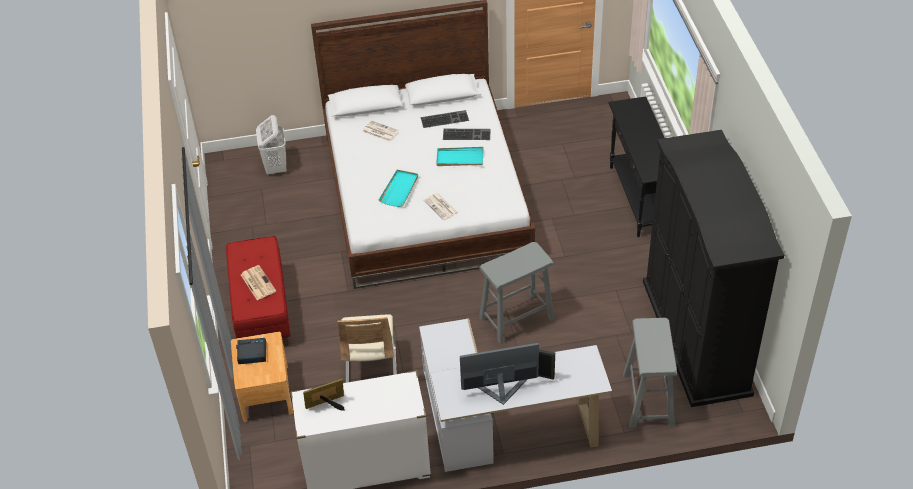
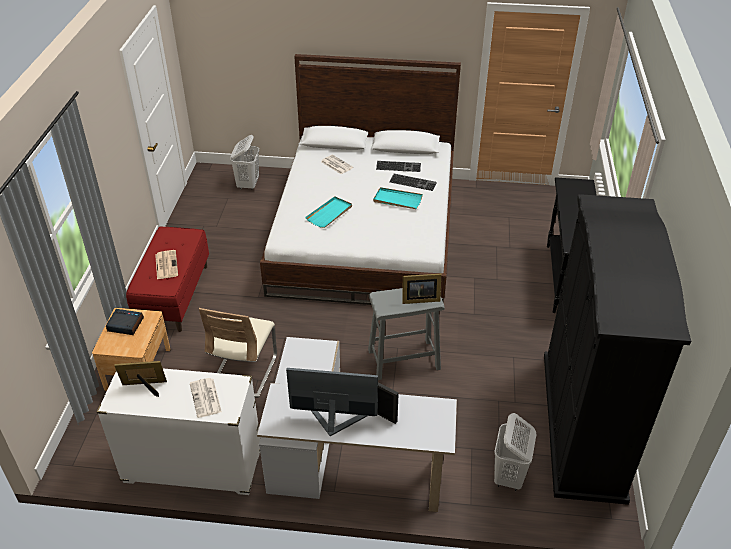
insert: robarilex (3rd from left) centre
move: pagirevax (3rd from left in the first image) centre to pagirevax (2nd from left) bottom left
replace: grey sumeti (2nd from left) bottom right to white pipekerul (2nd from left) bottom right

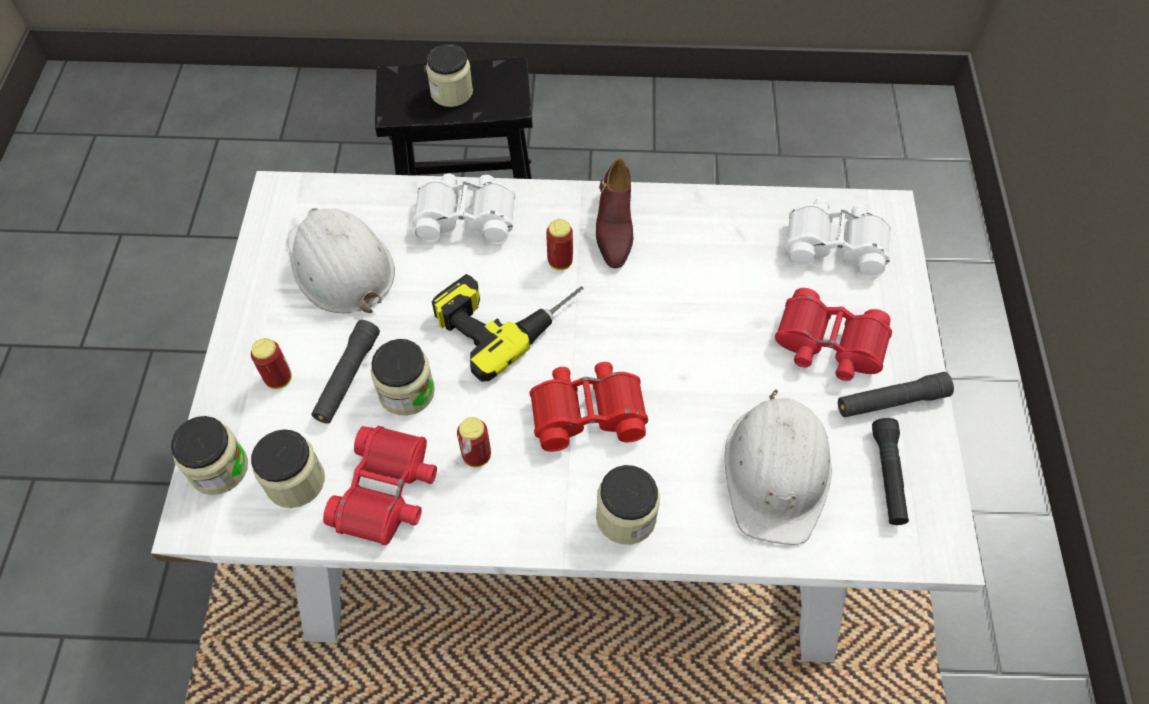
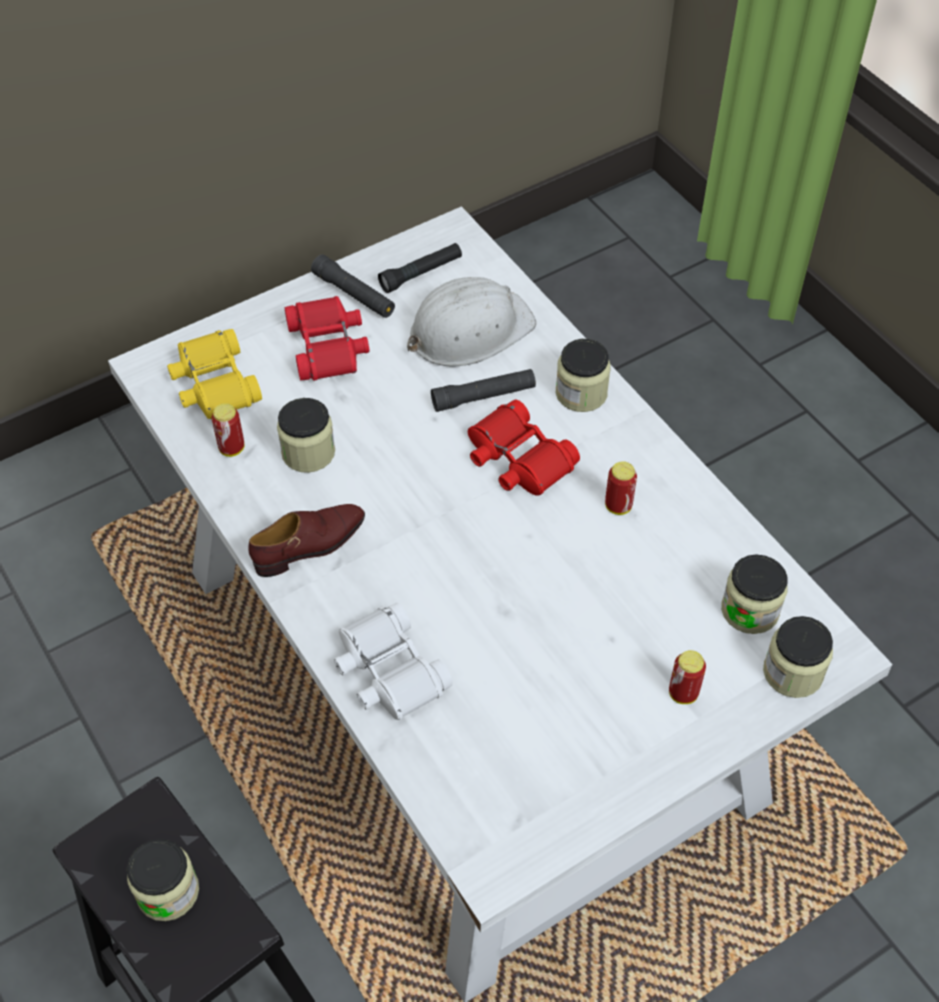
delete: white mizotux (1st from left) middle left; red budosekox (1st from left) bottom left; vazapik centre
move: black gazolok (1st from left in the first image) middle left to black gazolok (3rd from left) centre; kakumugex (3rd from left in the first image) centre to kakumugex (2nd from left) middle left; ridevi (3rd from left in the first image) centre to ridevi (1st from left) middle left
recolor: white budosekox (2nd from left) middle right to yellow budosekox middle left

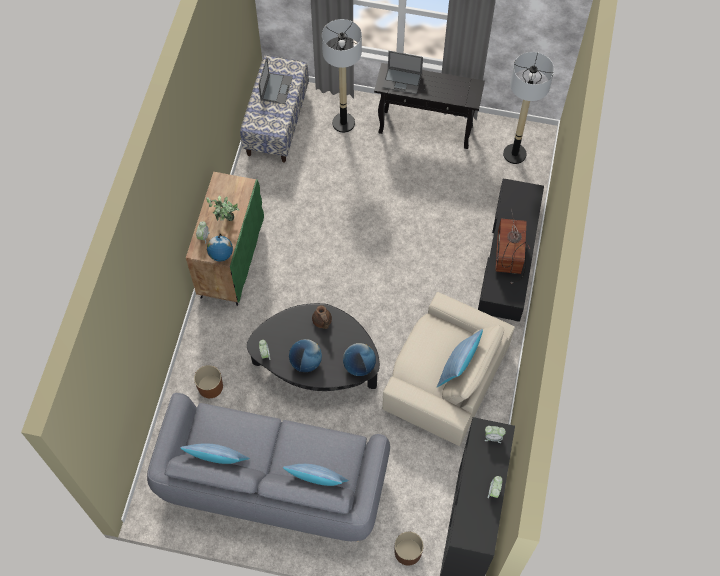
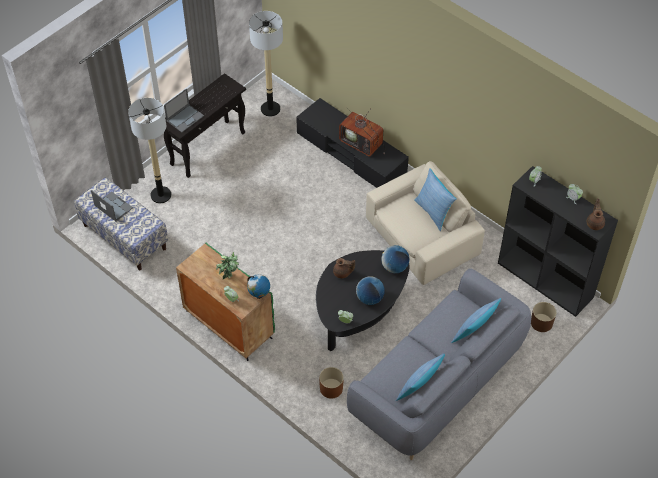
insert: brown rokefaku (2nd from left) middle right

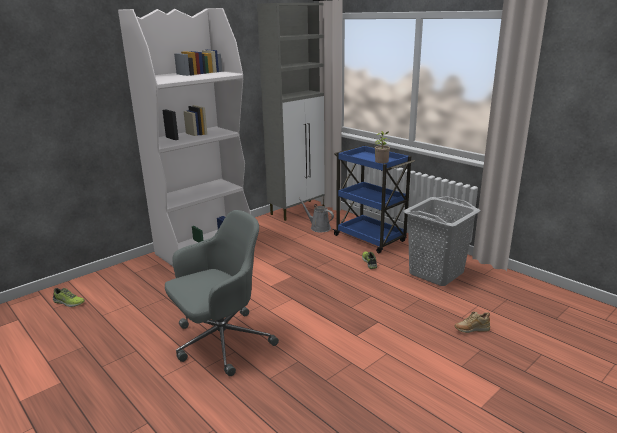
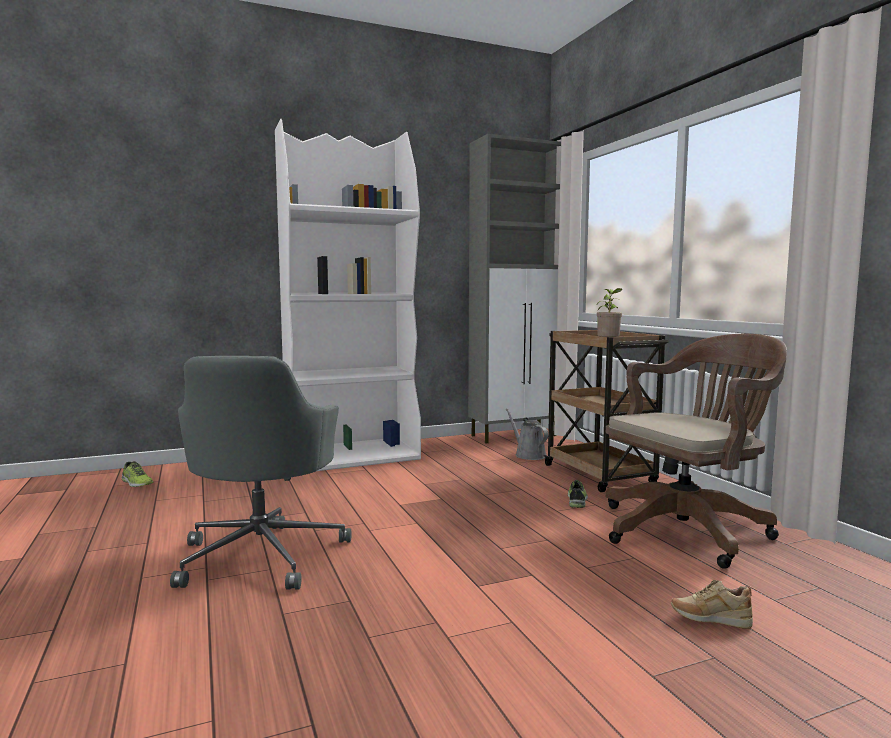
replace: grey pipekerul middle right to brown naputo middle right
recolor: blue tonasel centre to brown tonasel middle right
rotate: grey naputo bottom centre = middle left 105 degrees clockwise

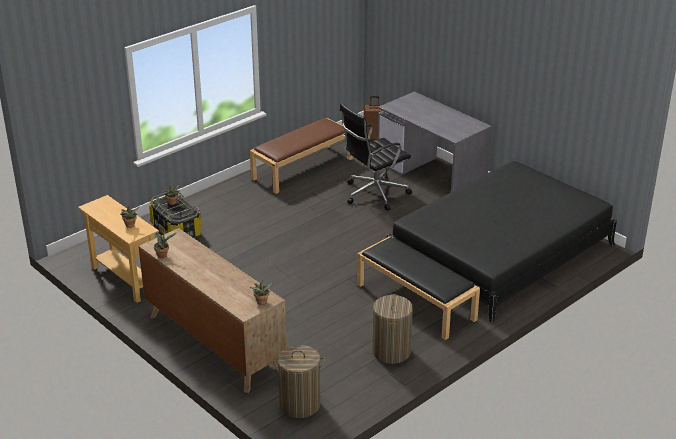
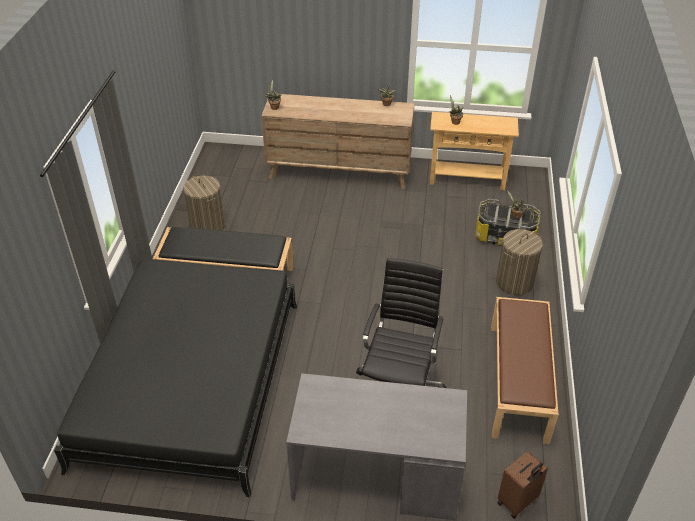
move: pipekerul (1st from left in the first image) bottom centre to pipekerul (2nd from left) middle right

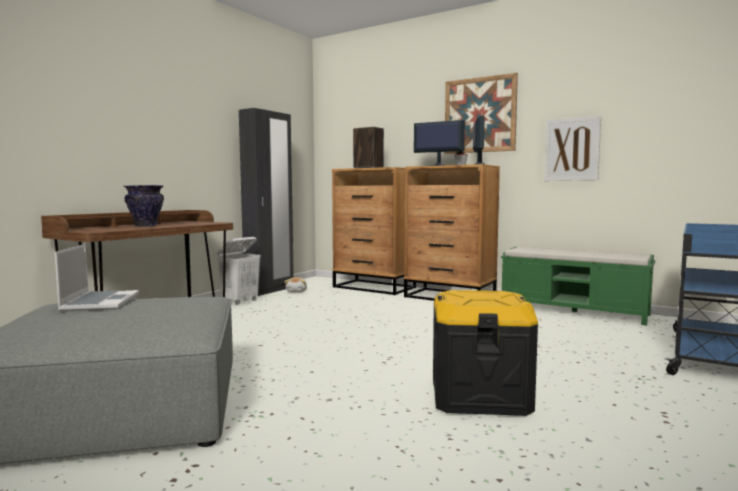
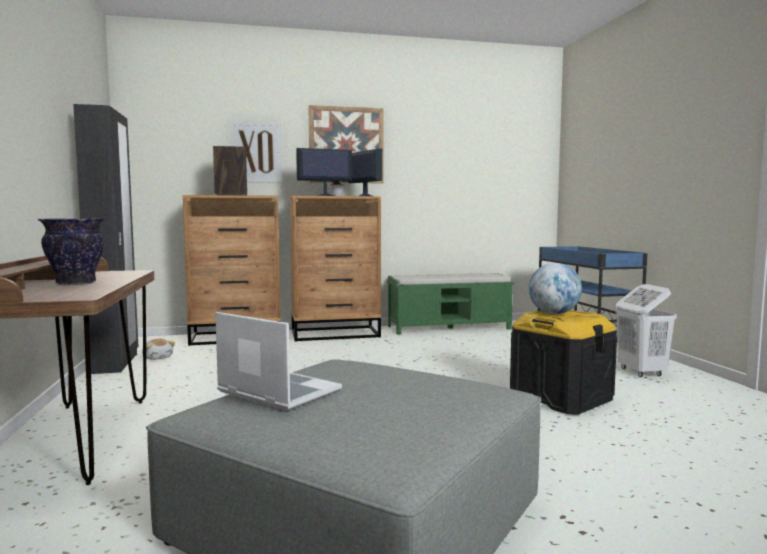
insert: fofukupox middle right
move: white pipekerul middle left to middle right; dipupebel (2nd from left in the first image) top right to dipupebel (1st from left) top centre

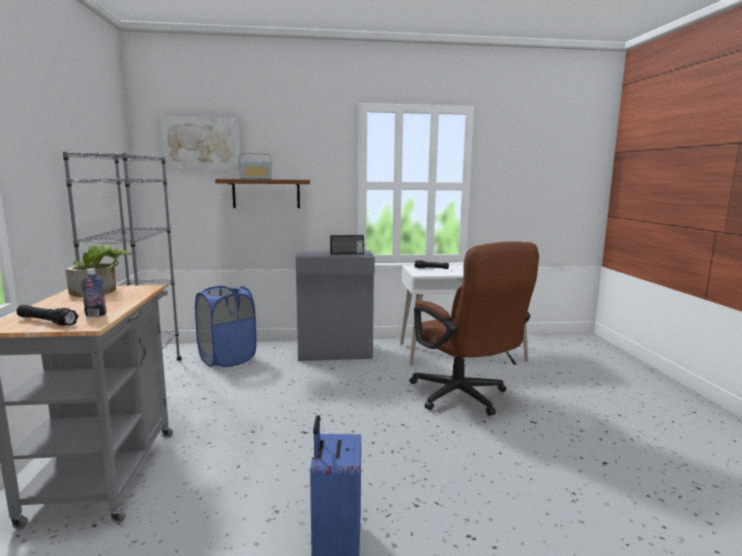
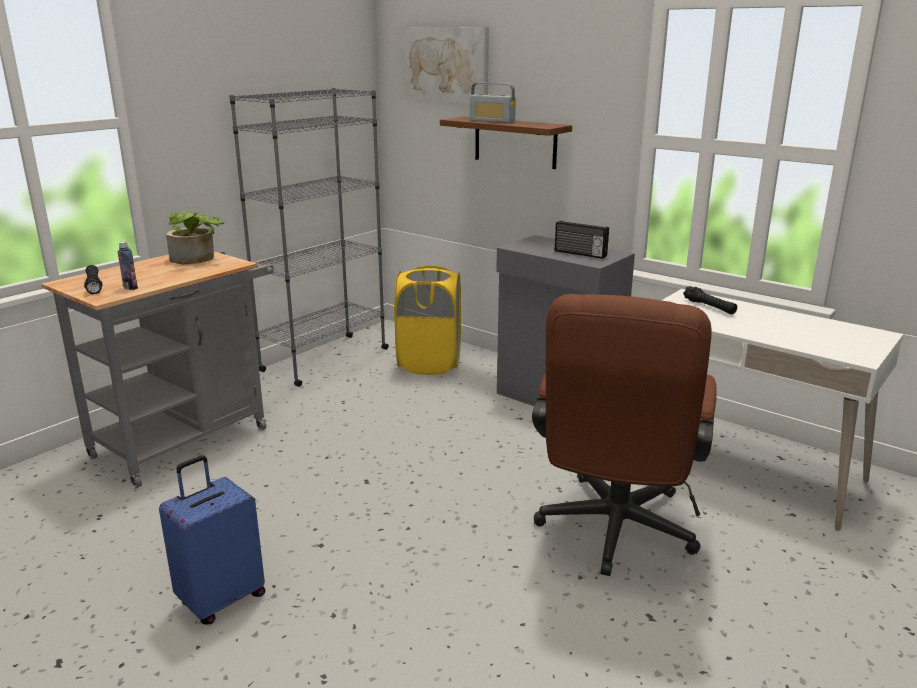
recolor: blue pipekerul middle left to yellow pipekerul centre

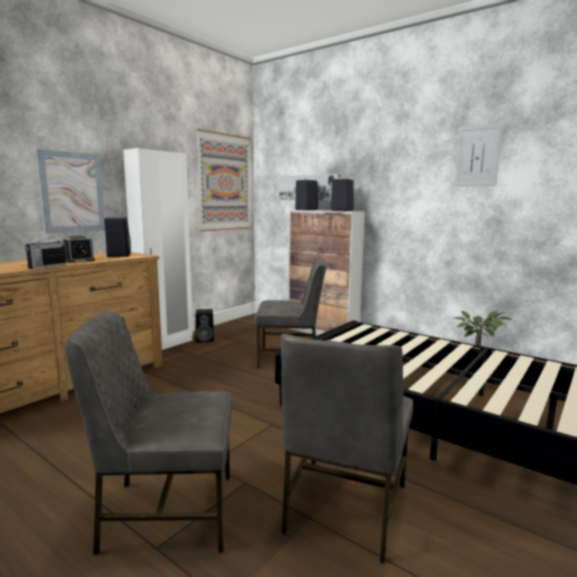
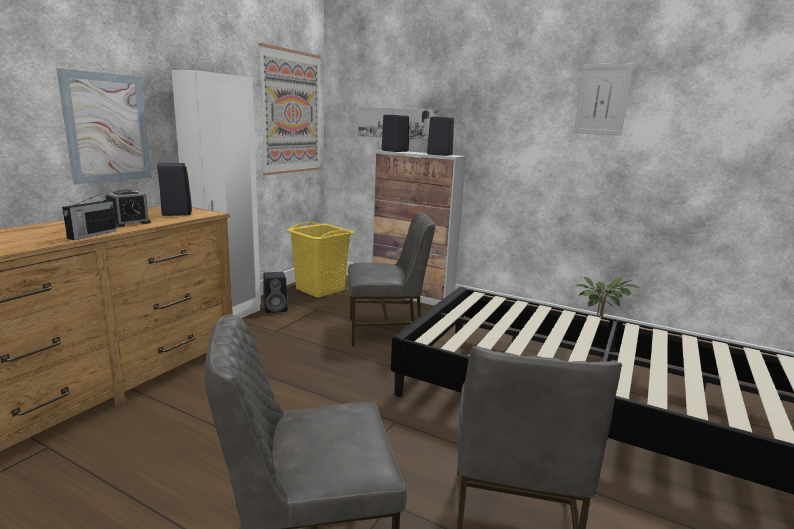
insert: yellow pipekerul centre

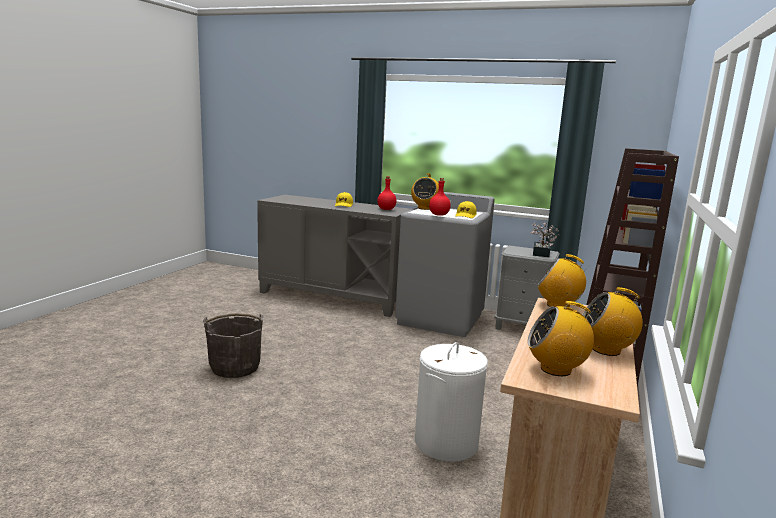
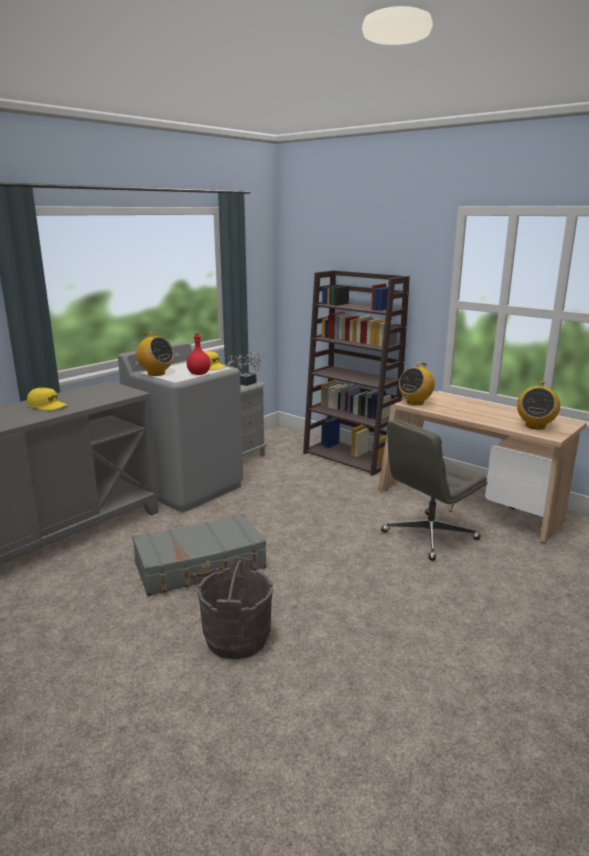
delete: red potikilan (1st from left) centre; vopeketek (4th from left) middle right
insert: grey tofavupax centre
replace: white pipekerul bottom centre to grey naputo middle right

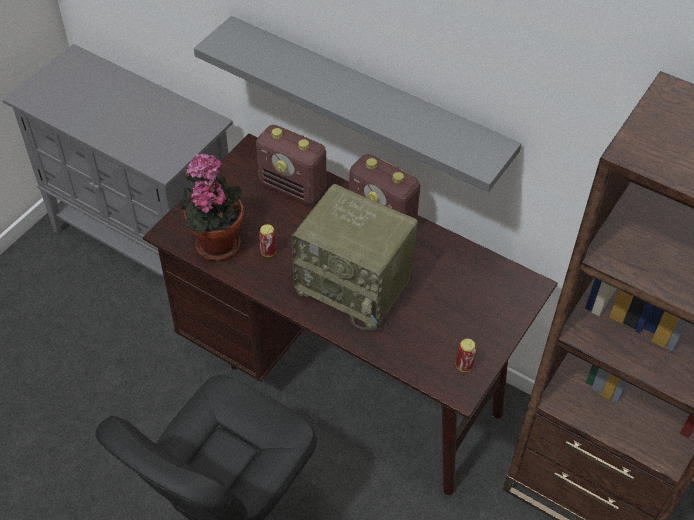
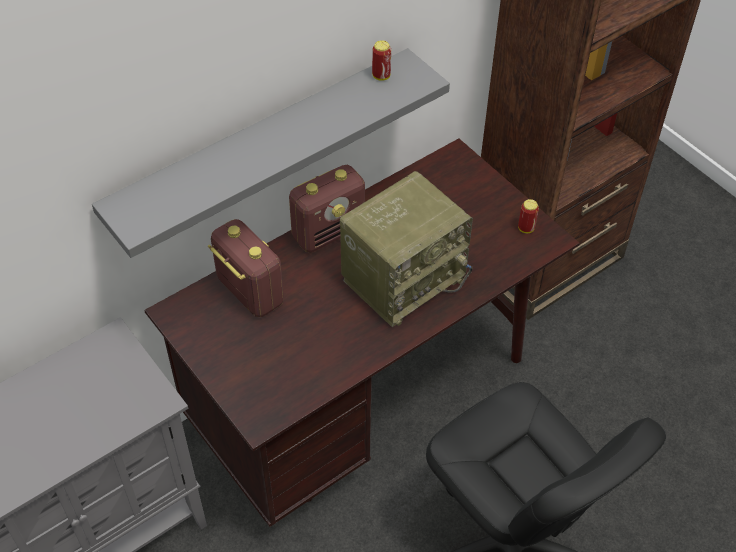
delete: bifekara middle left
move: ridevi (1st from left) centre to top centre
rotate: vopeketek (1st from left) top centre = centre 90 degrees counterclockwise

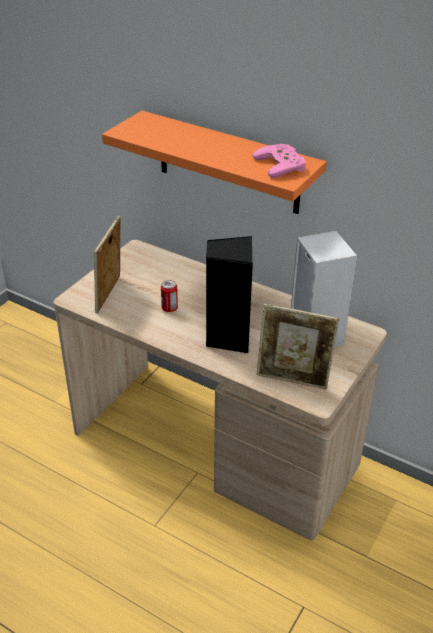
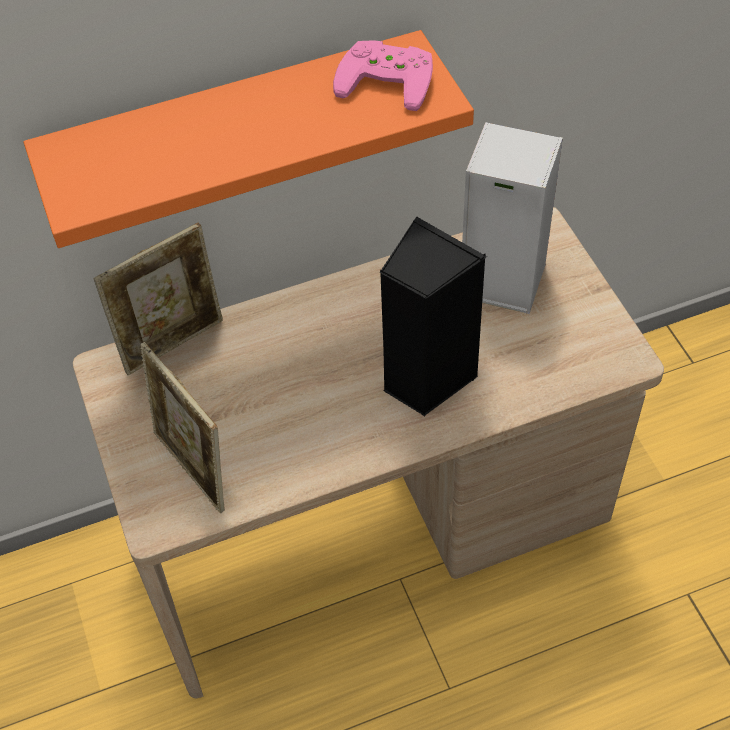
delete: ridevi centre
move: robarilex (2nd from left in the first image) middle right to robarilex (1st from left) middle left

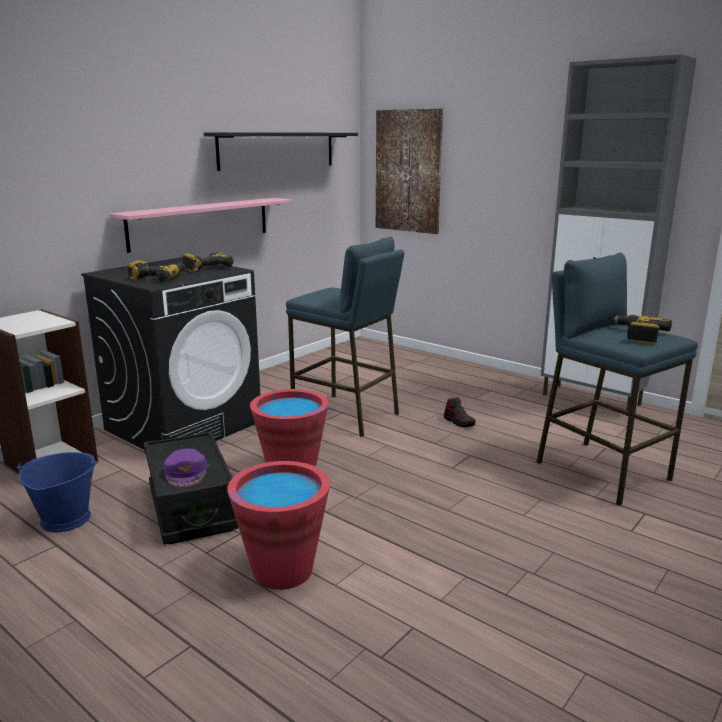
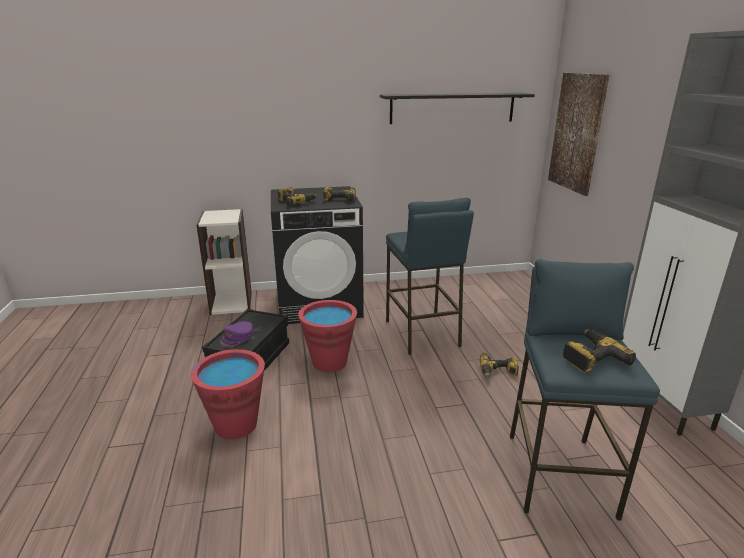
delete: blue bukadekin bottom left; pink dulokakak top left
replace: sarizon centre to vazapik (3rd from left) middle right

